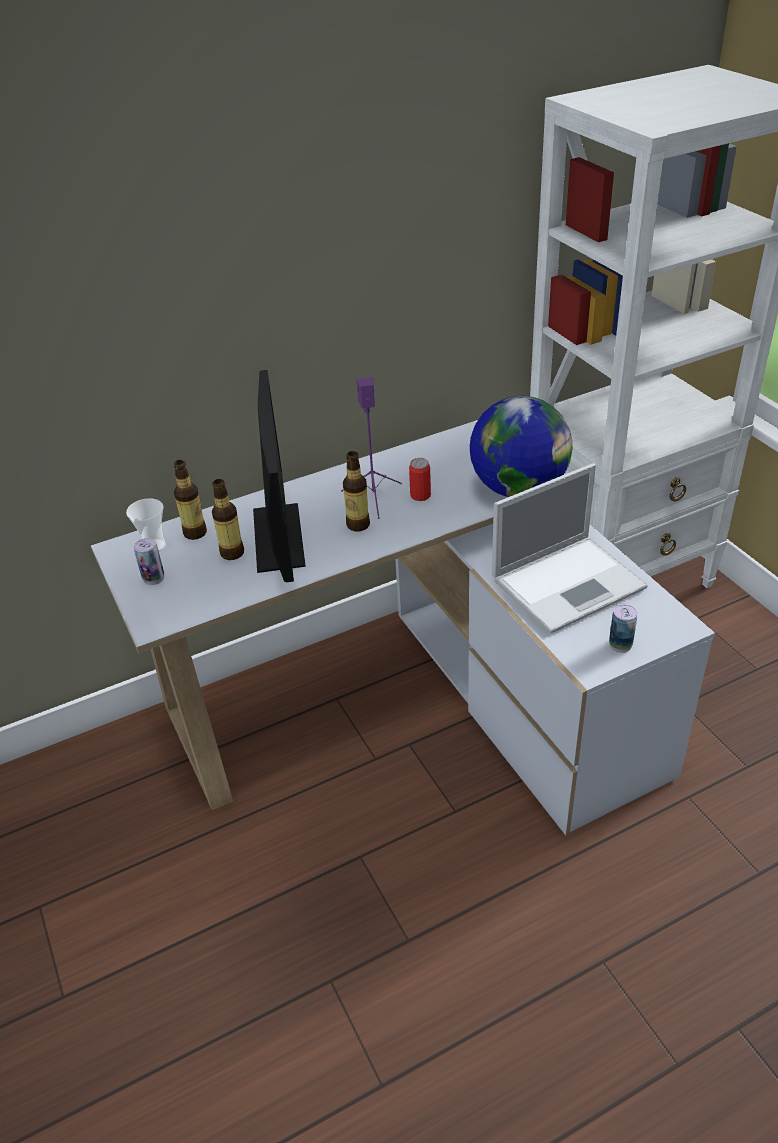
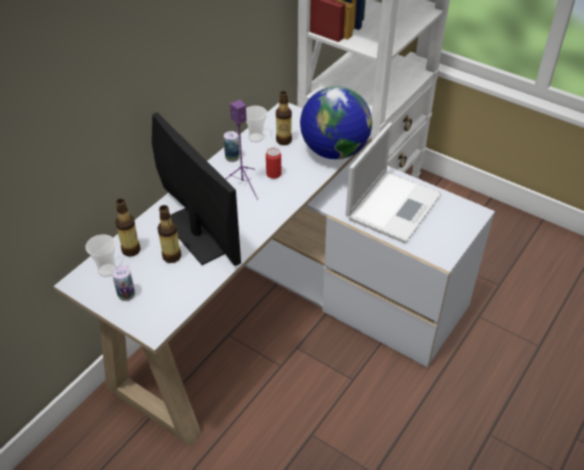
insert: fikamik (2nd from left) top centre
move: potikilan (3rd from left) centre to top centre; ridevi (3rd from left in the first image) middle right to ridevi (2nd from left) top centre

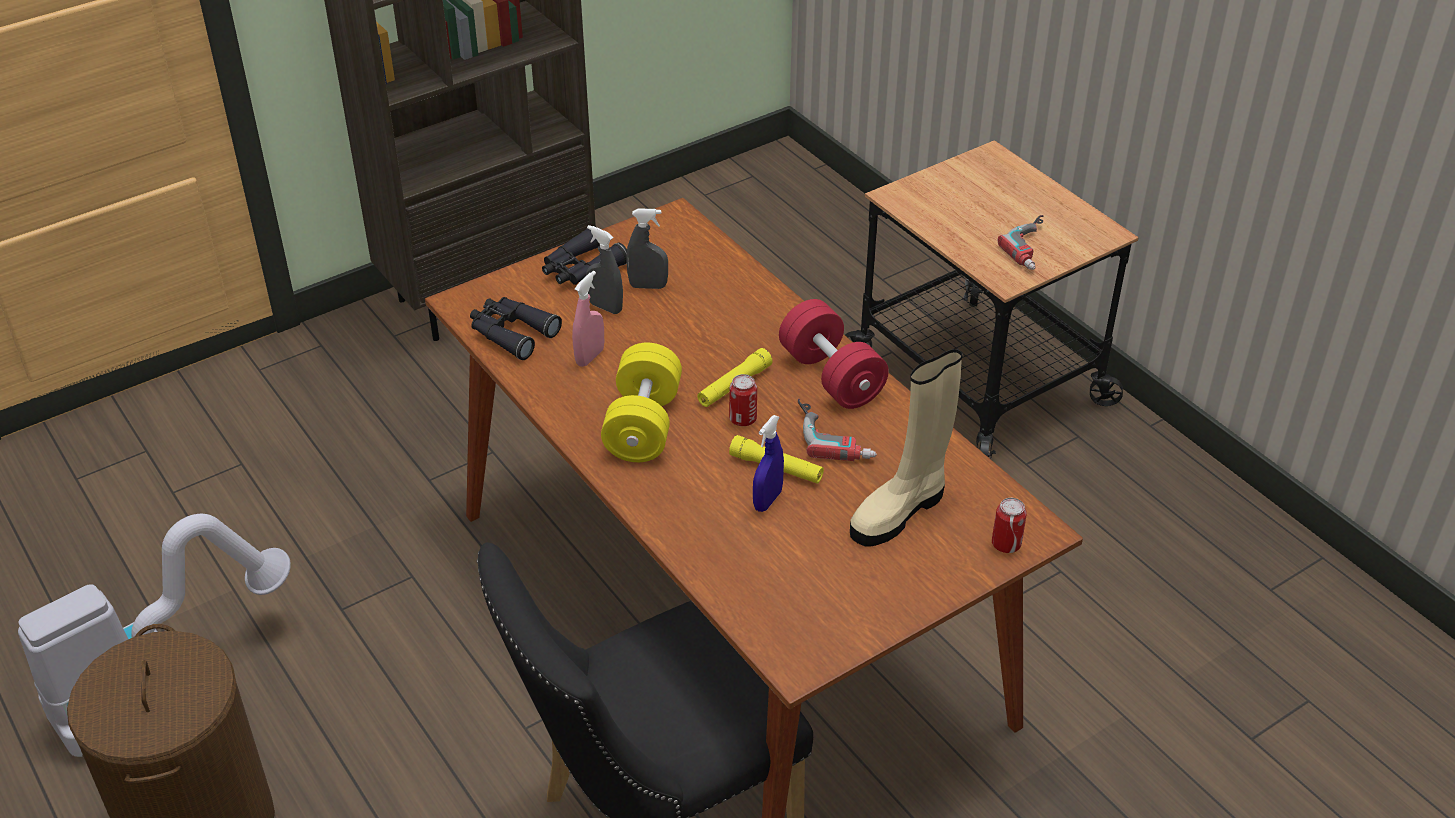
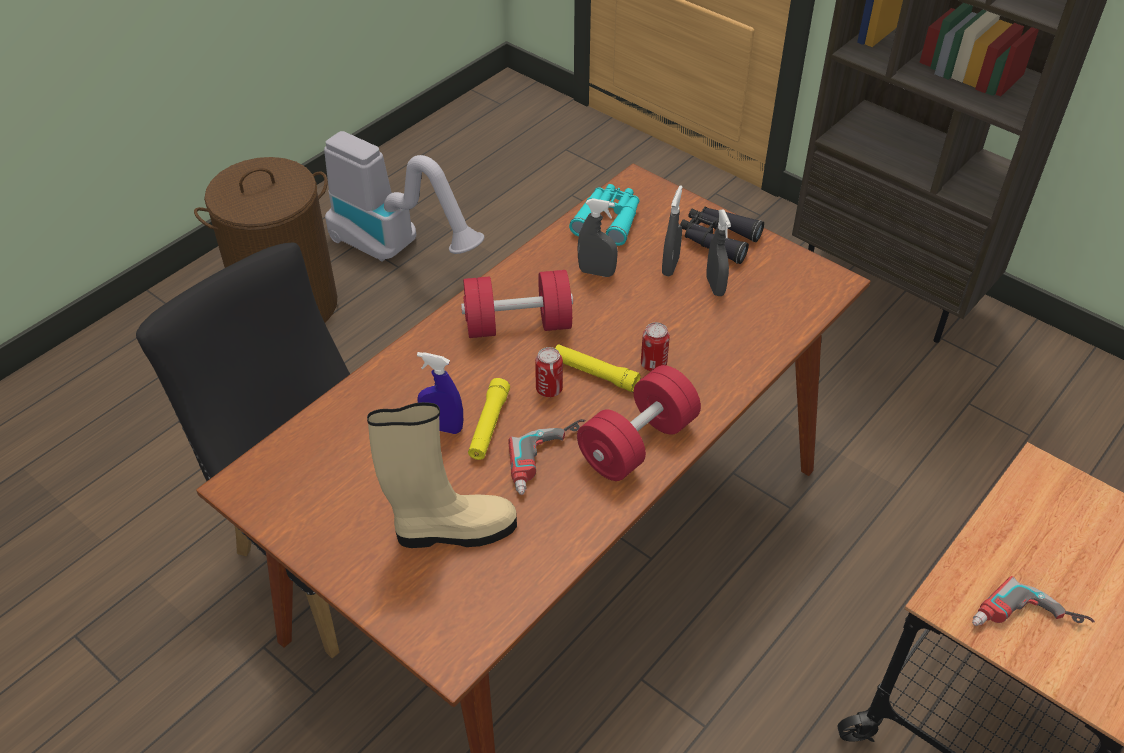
move: ridevi (2nd from left) middle right to centre
recolor: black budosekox (1st from left) centre to turquoise budosekox top centre; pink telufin centre to grey telufin (1st from left) top centre; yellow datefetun centre to red datefetun (1st from left) centre
rotate: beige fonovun centre = centre 135 degrees clockwise

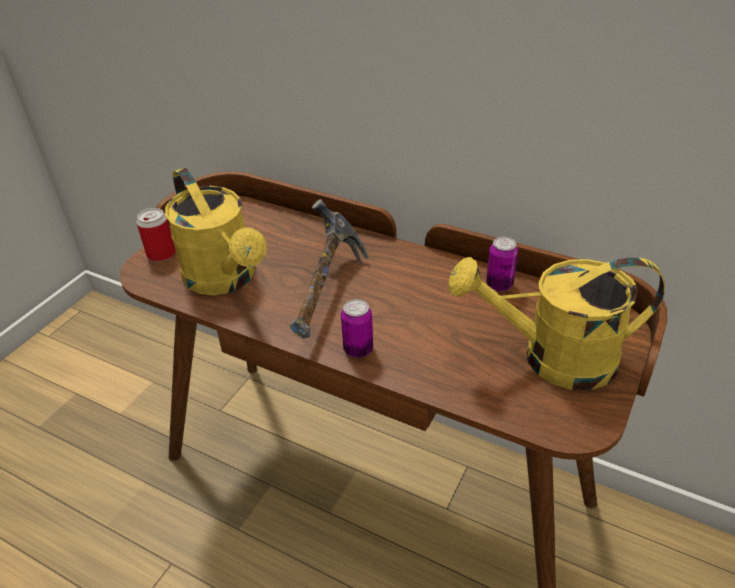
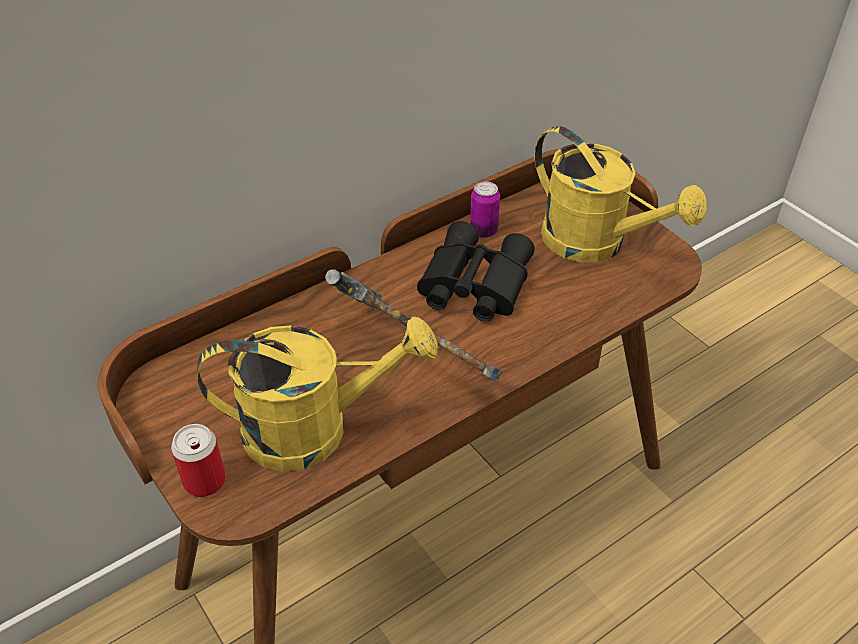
delete: ridevi (2nd from left) centre
insert: black budosekox centre
rotate: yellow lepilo (2nd from left) middle right = top right 75 degrees counterclockwise

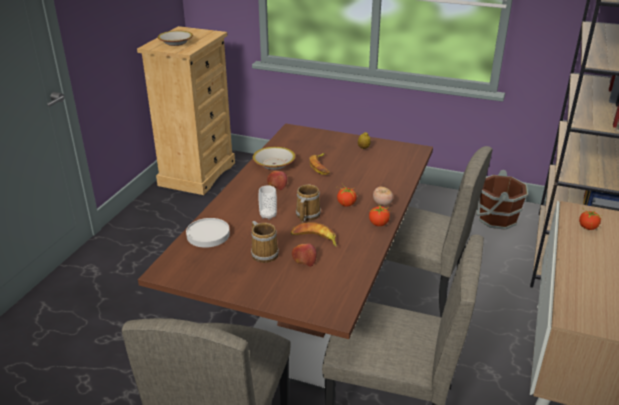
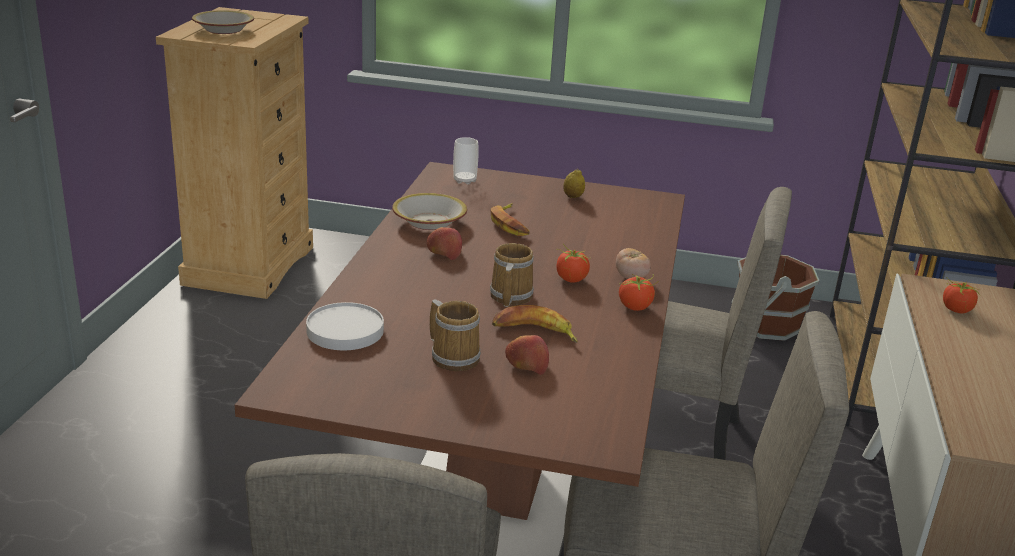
move: fikamik centre to top centre

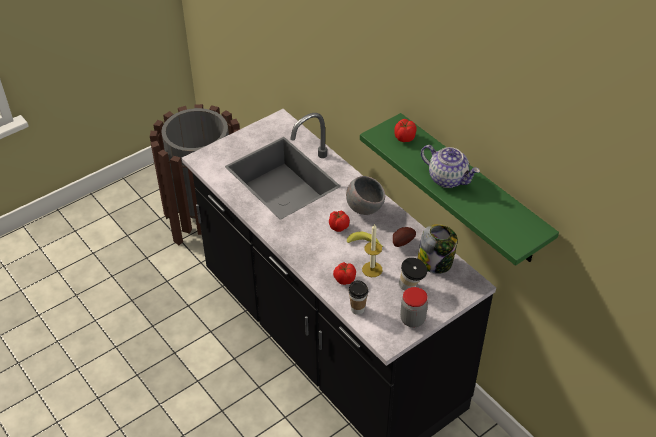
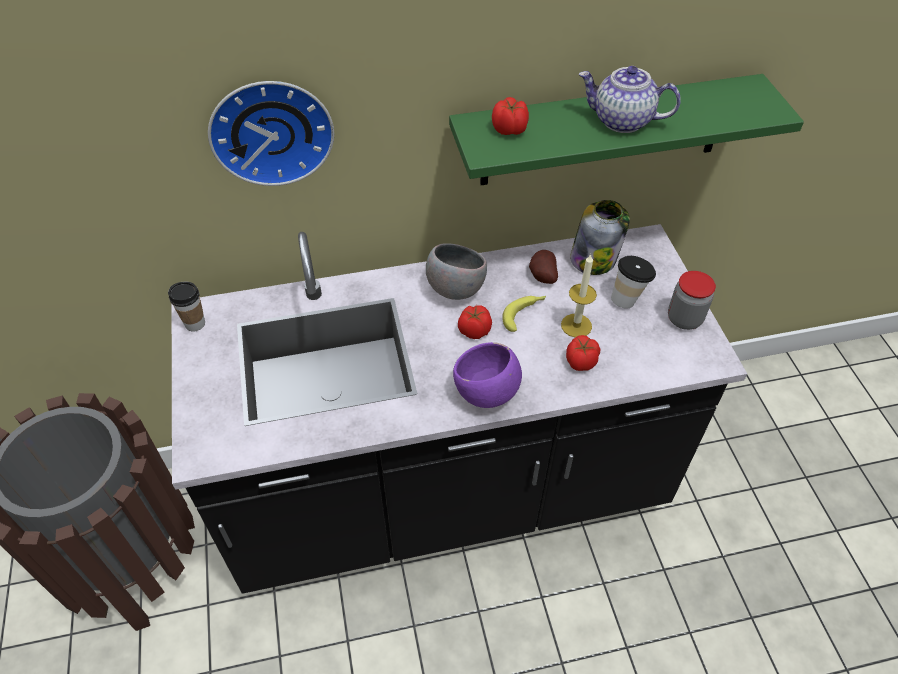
insert: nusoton top left; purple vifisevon centre
move: fikamik (1st from left) bottom centre to middle left
rotate: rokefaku middle right = top right 135 degrees counterclockwise

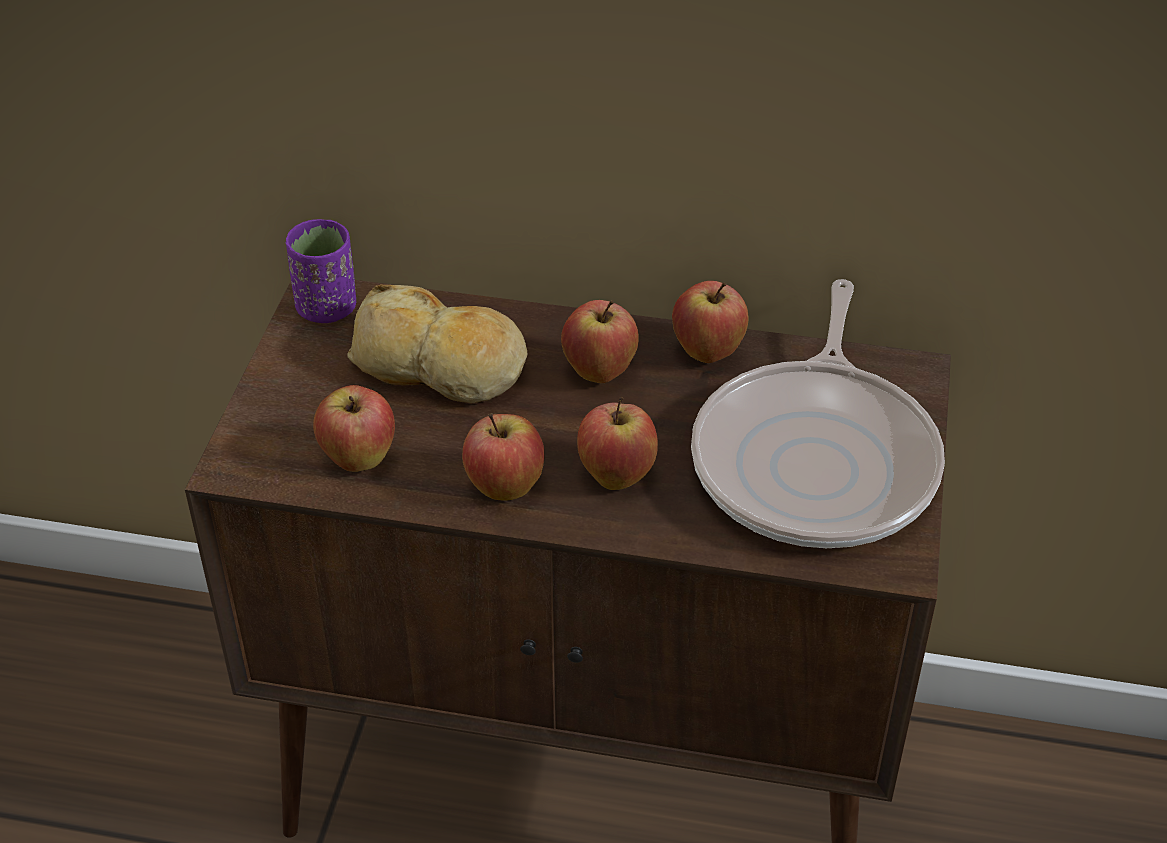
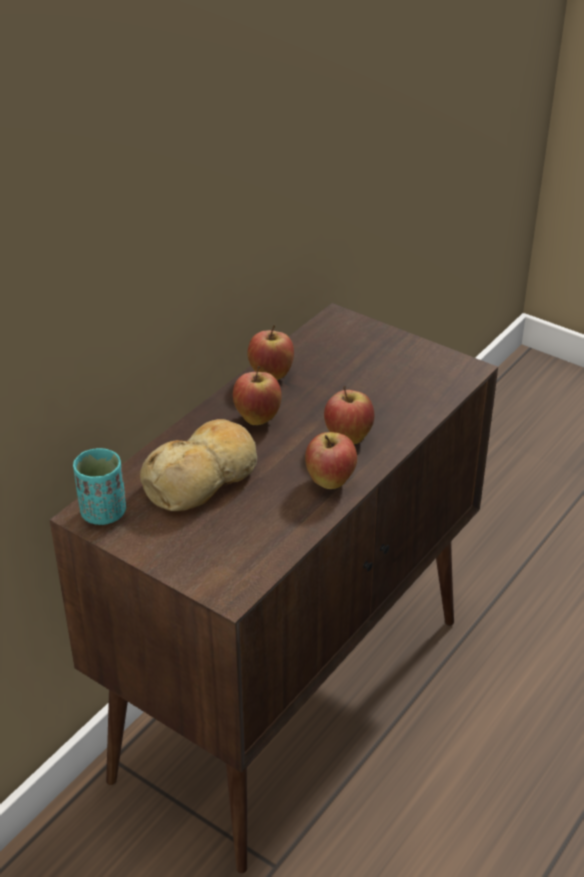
delete: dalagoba (1st from left) middle left; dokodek middle right
recolor: purple fikamik top left to turquoise fikamik middle left

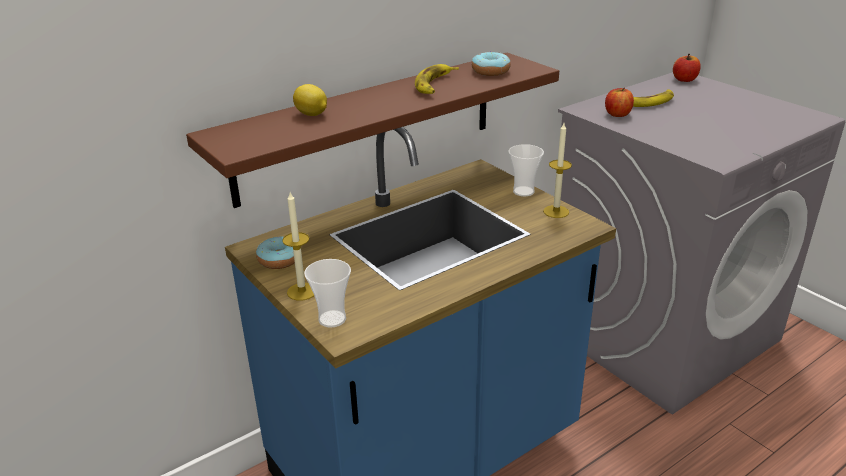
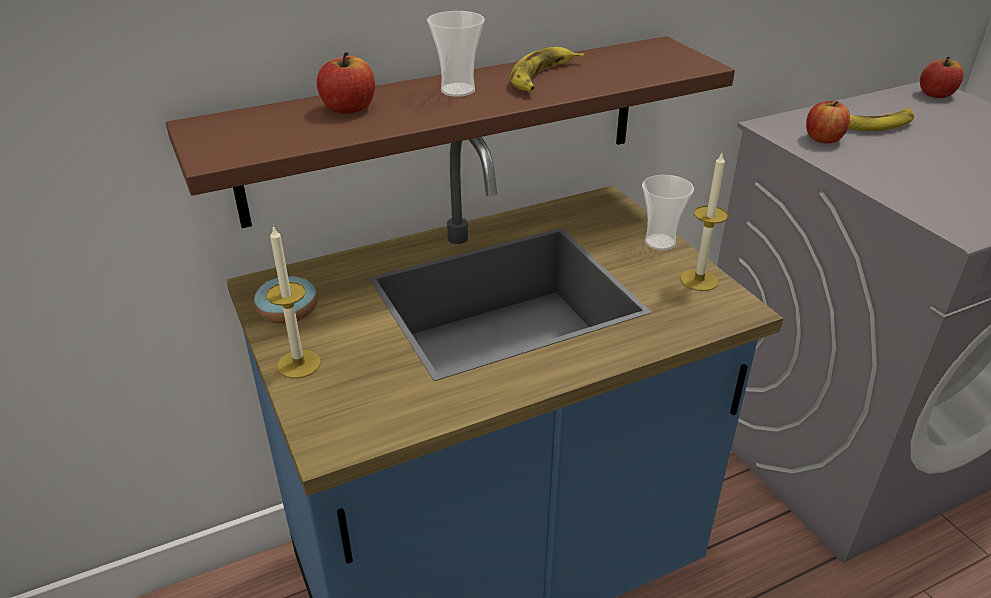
delete: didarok (2nd from left) top centre
move: fikamik (1st from left) centre to top centre
replace: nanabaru top centre to dalagoba (1st from left) top centre

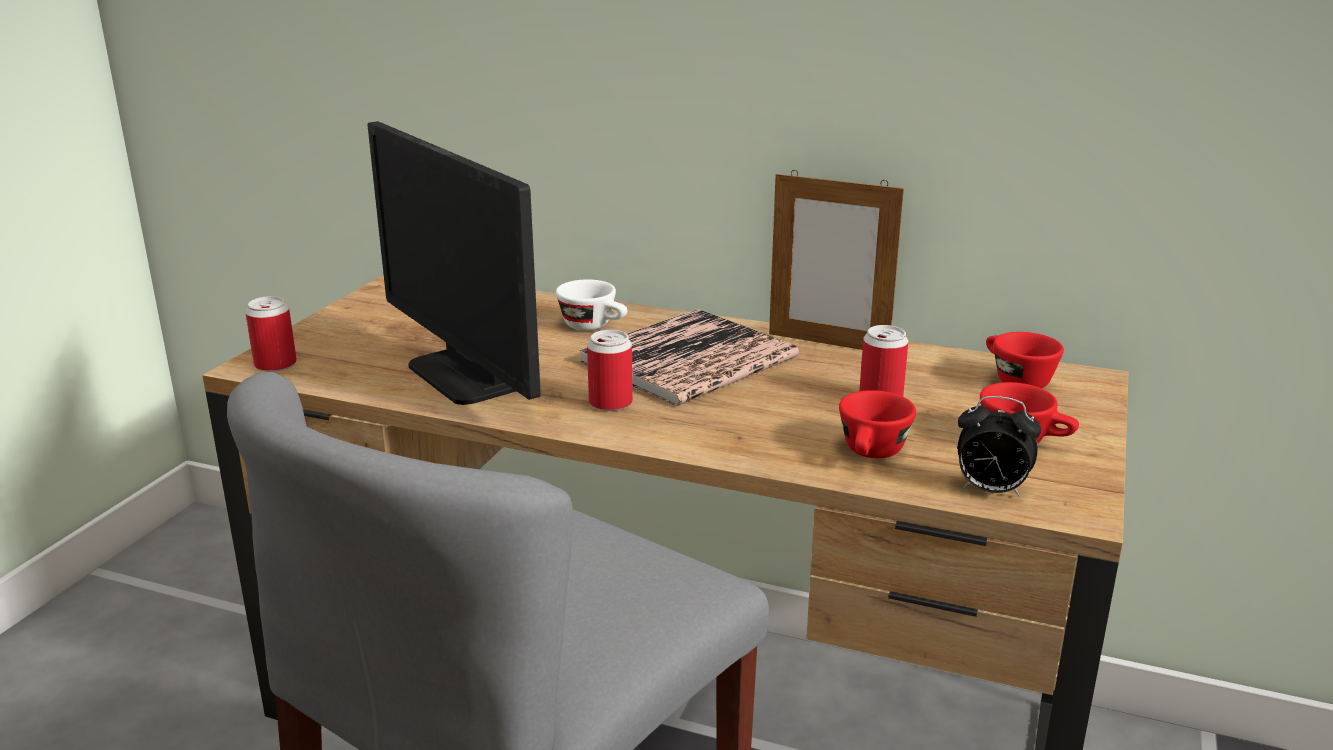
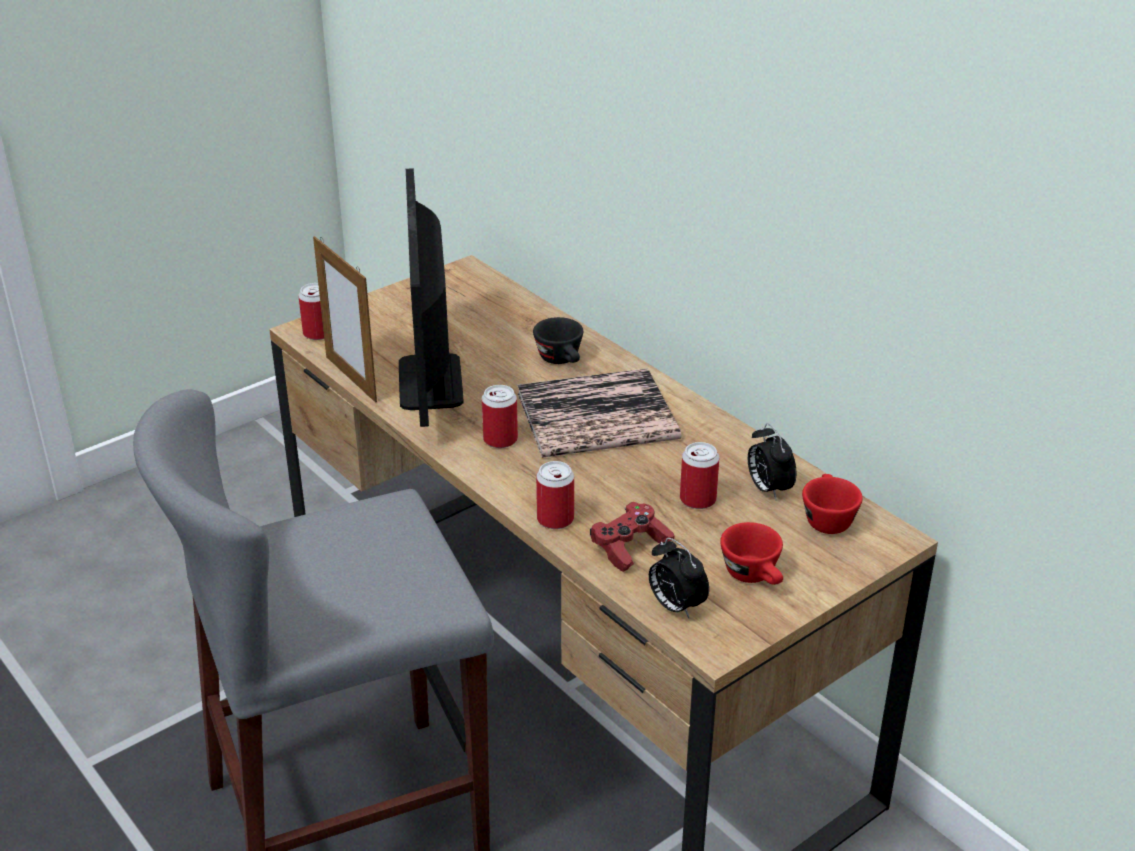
insert: ridevi (3rd from left) centre; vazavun (2nd from left) middle right
move: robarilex centre to middle left
replace: red fikamik (1st from left) centre to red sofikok centre
recolor: white fikamik centre to black fikamik centre

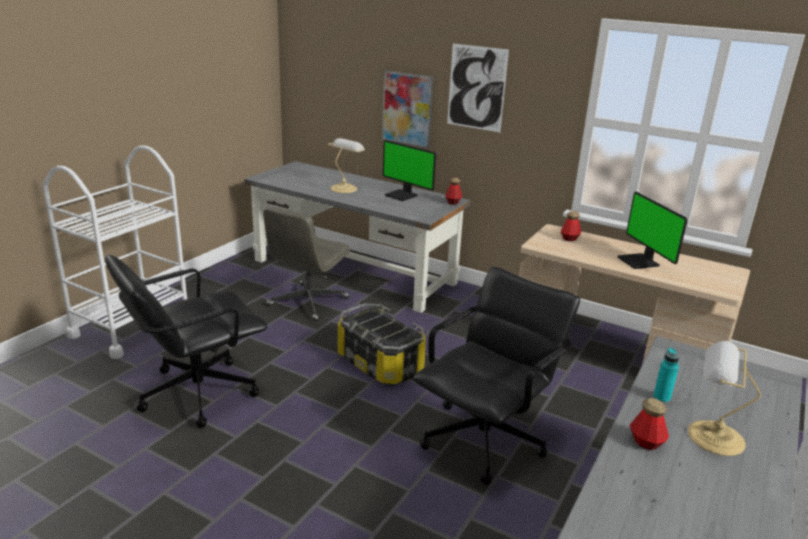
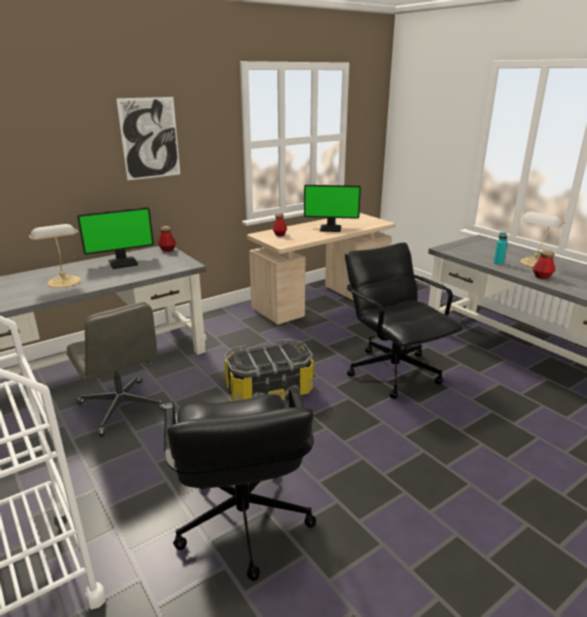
delete: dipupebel (1st from left) top centre

